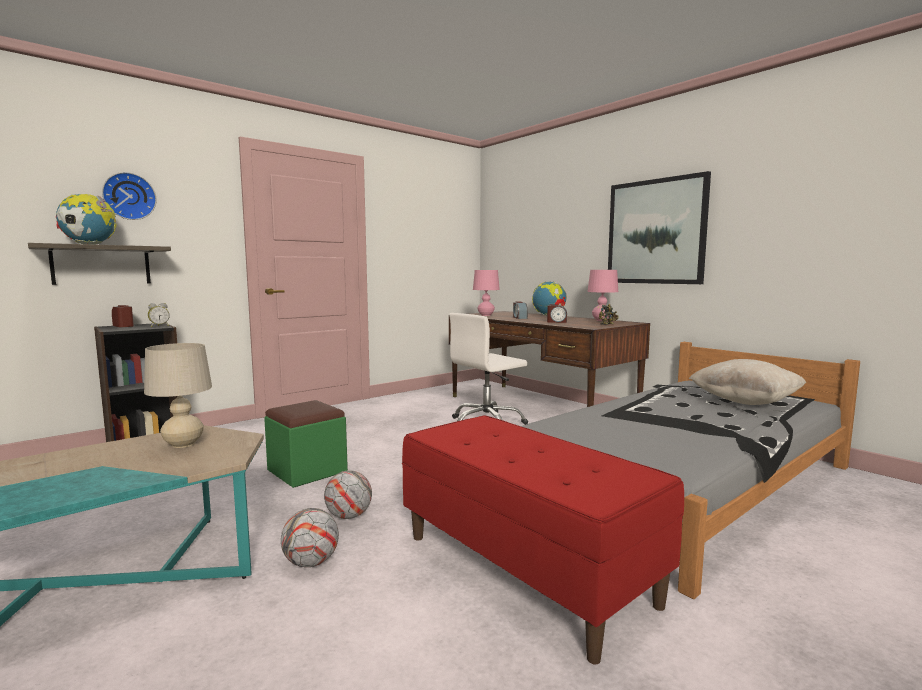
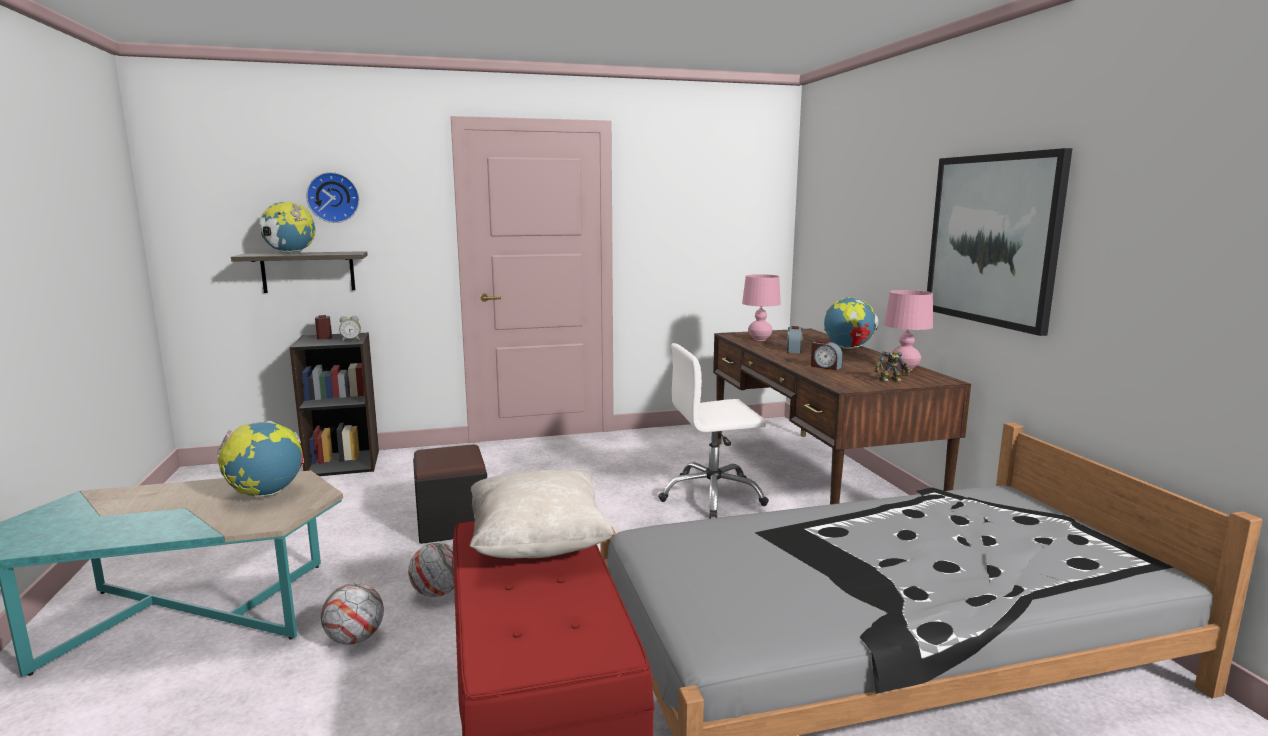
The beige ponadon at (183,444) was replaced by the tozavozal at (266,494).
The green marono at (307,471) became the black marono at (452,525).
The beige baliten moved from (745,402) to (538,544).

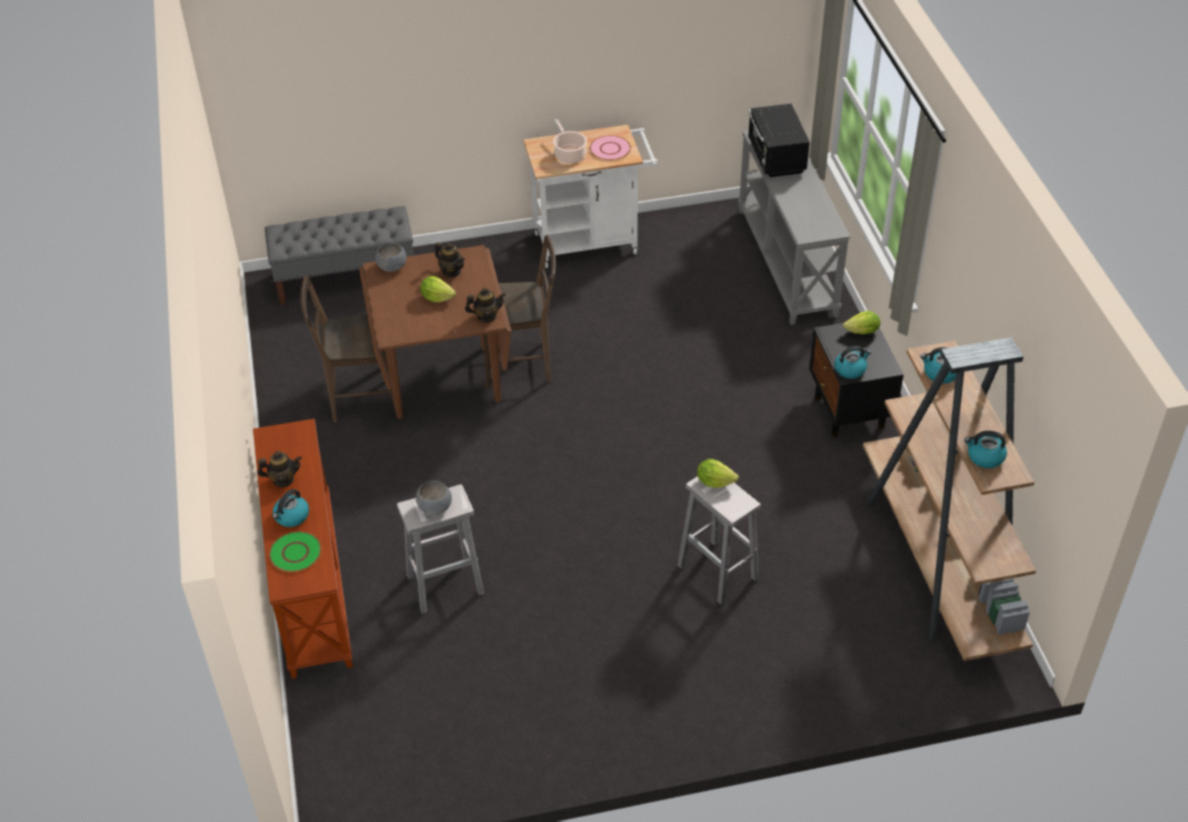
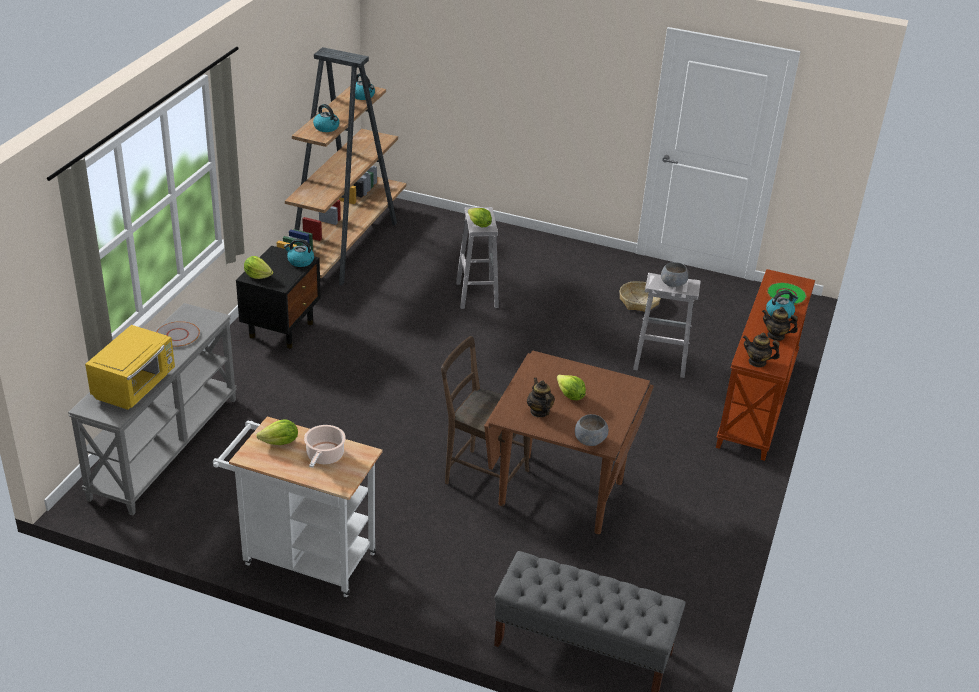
The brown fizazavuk at (360,398) disappeared.
The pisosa moved from (486,316) to (757,362).
The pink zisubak at (609,149) was replaced by the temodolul at (280,443).
The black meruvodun at (776,158) became the yellow meruvodun at (135,386).
The grey zisubak at (178,335) appeared.
The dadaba at (639,302) appeared.

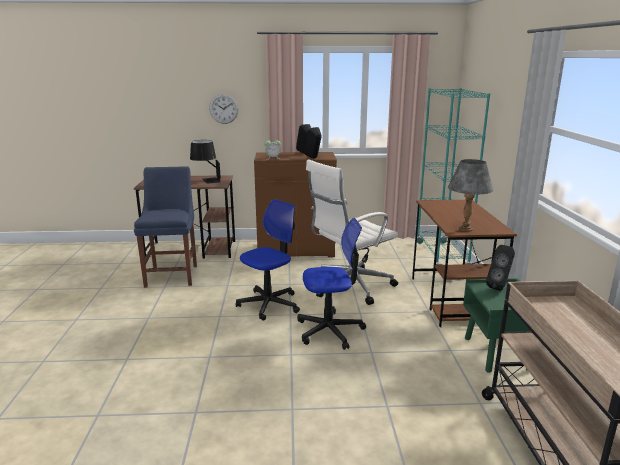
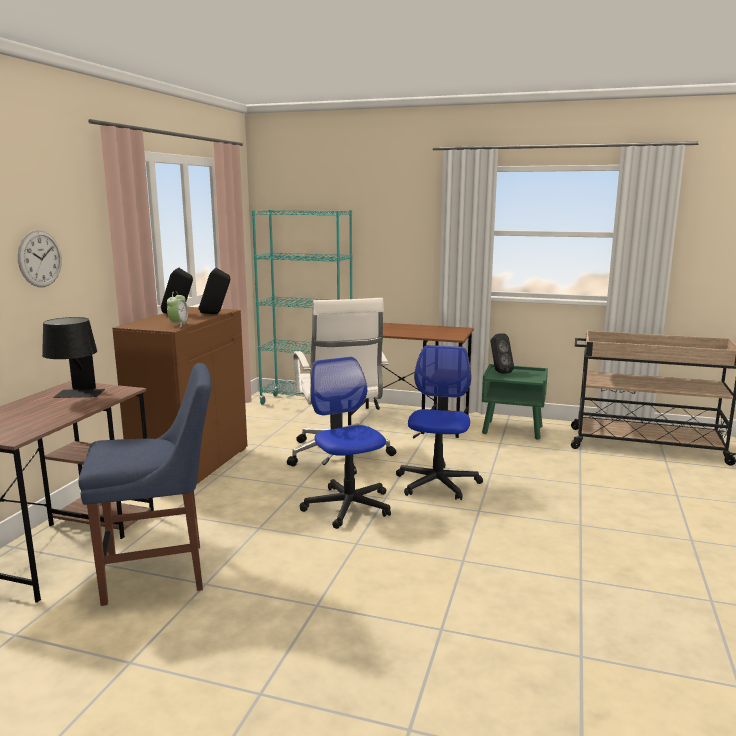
The blue fizazavuk at (172,274) turned 150 degrees clockwise.
The grey ponadon at (465,229) disappeared.

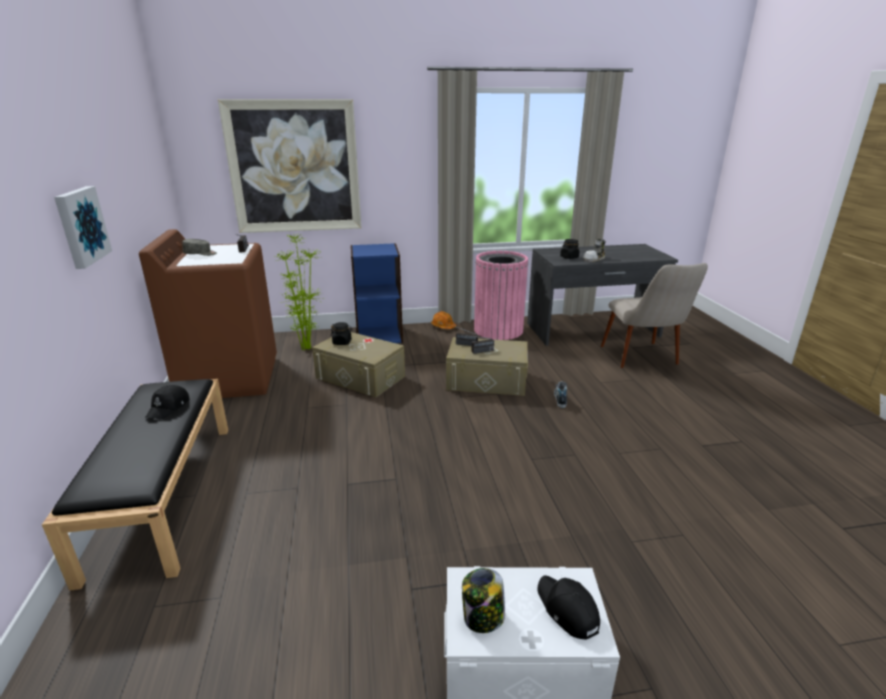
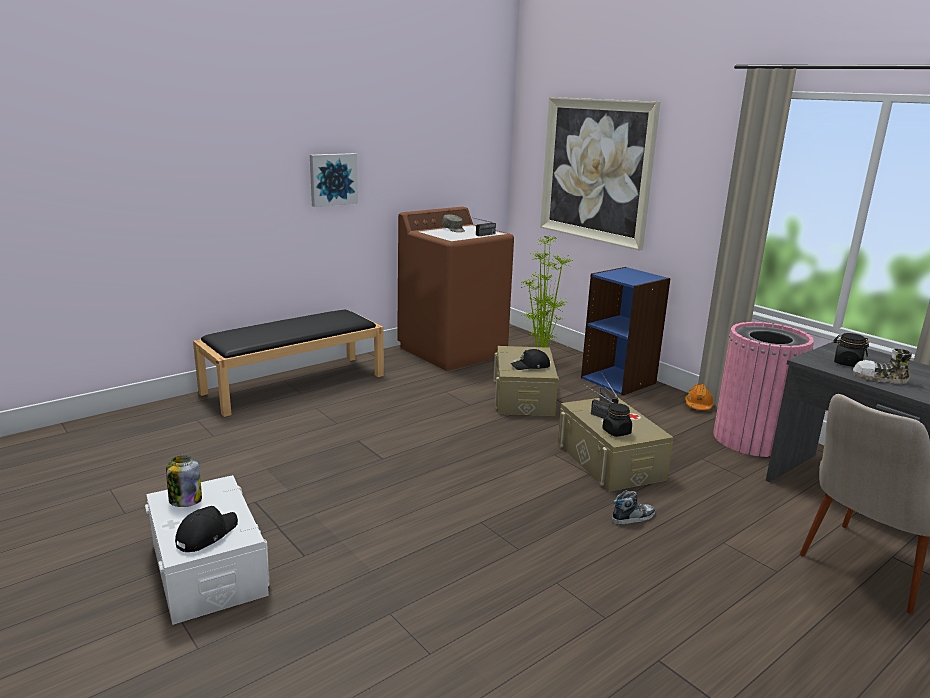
The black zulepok moved from (169,407) to (531,366).
The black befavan moved from (342,342) to (616,432).

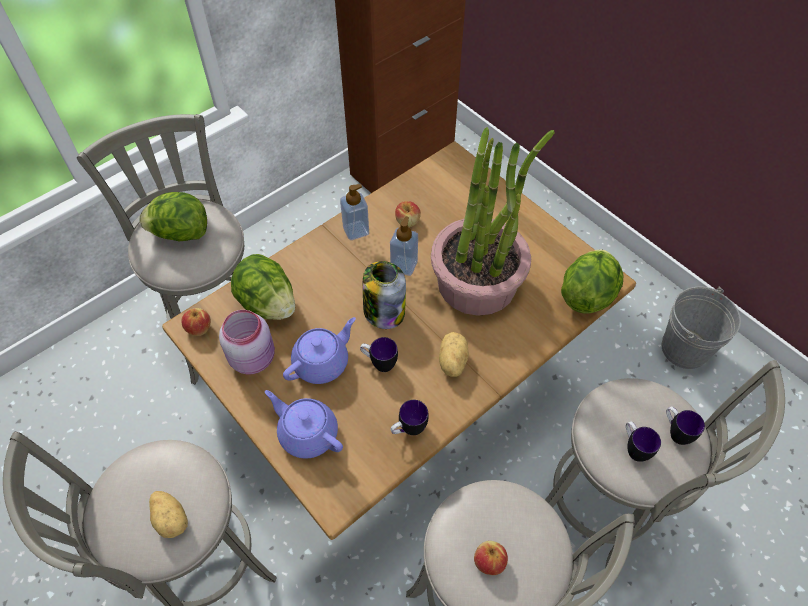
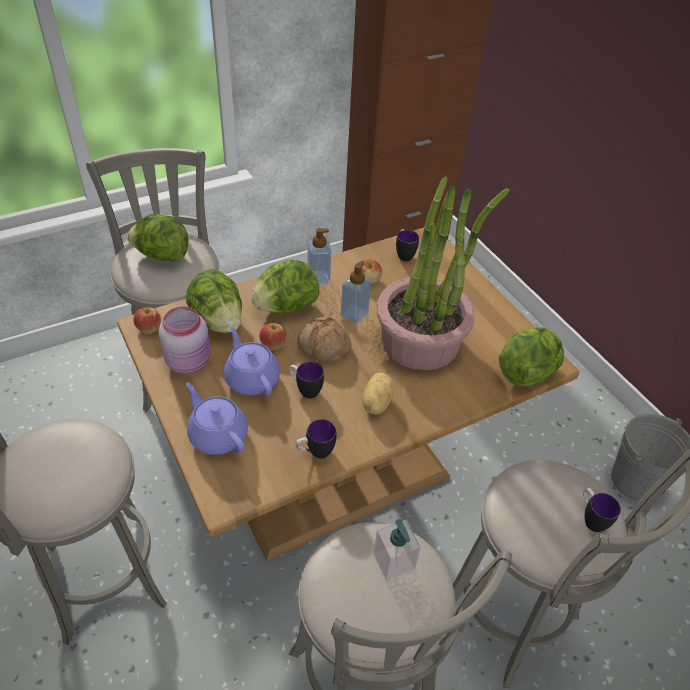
The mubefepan at (172,518) disappeared.
The purple pisosa at (322,362) turned 90 degrees counterclockwise.
The befavan at (383,311) was replaced by the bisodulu at (323,347).
The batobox moved from (489,561) to (273,344).
The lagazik moved from (633,448) to (404,254).
The temodolul at (285,307) appeared.
The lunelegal at (394,561) appeared.

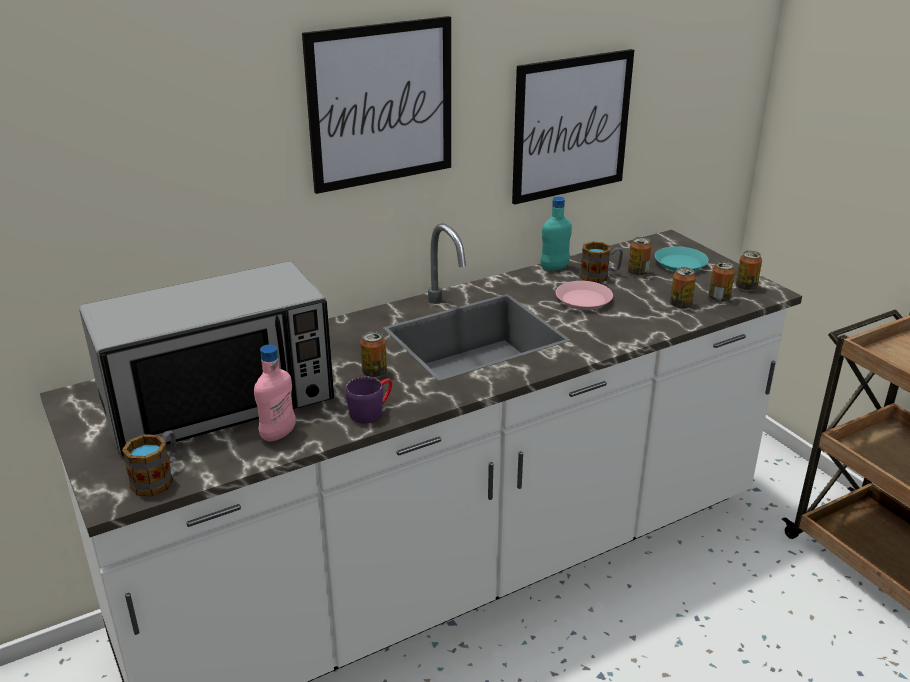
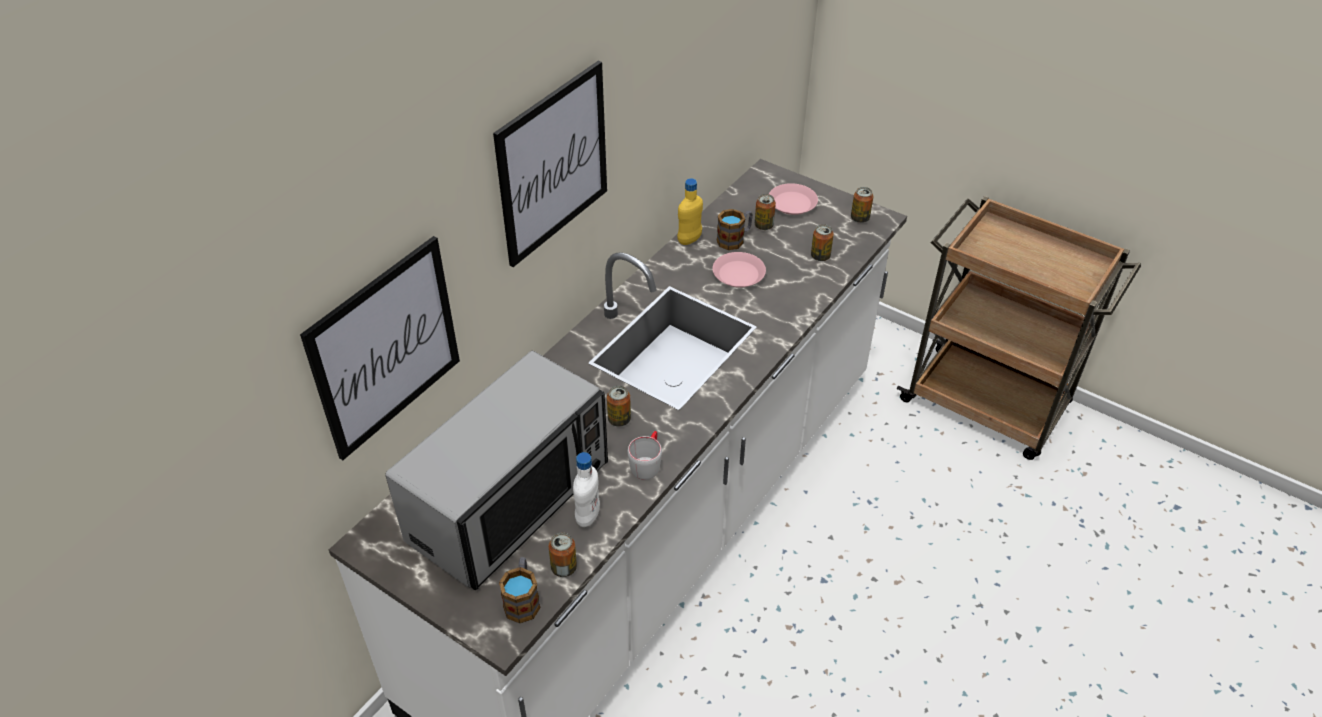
The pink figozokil at (278,434) became the white figozokil at (587,516).
The purple lagazik at (371,411) became the grey lagazik at (647,463).
The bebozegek moved from (571,126) to (385,348).
The turquoise figozokil at (554,268) became the yellow figozokil at (689,240).
The turquoise zisubak at (680,263) became the pink zisubak at (792,203).
The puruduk moved from (719,298) to (564,568).

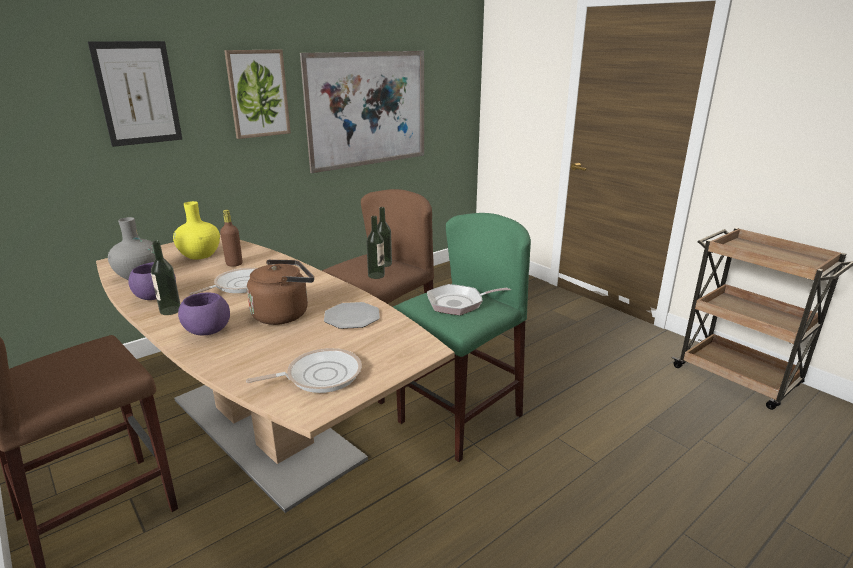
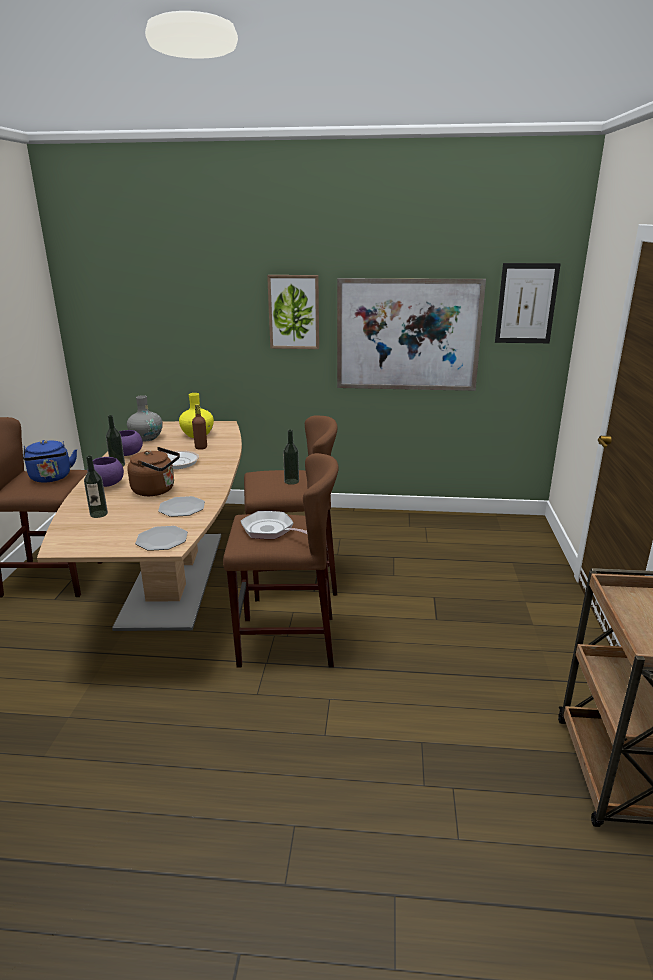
The bebozegek moved from (138,93) to (526,303).
The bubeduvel at (319,376) disappeared.
The figozokil moved from (376,275) to (98,514).
The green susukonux at (459,418) became the brown susukonux at (286,641).
The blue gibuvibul at (51,478) appeared.
The zisubak at (162,540) appeared.

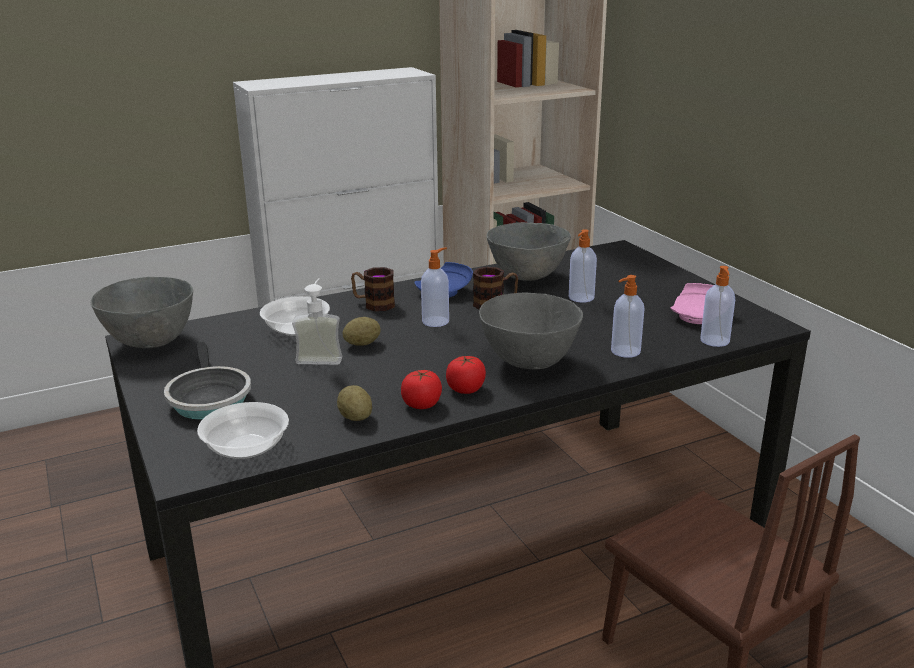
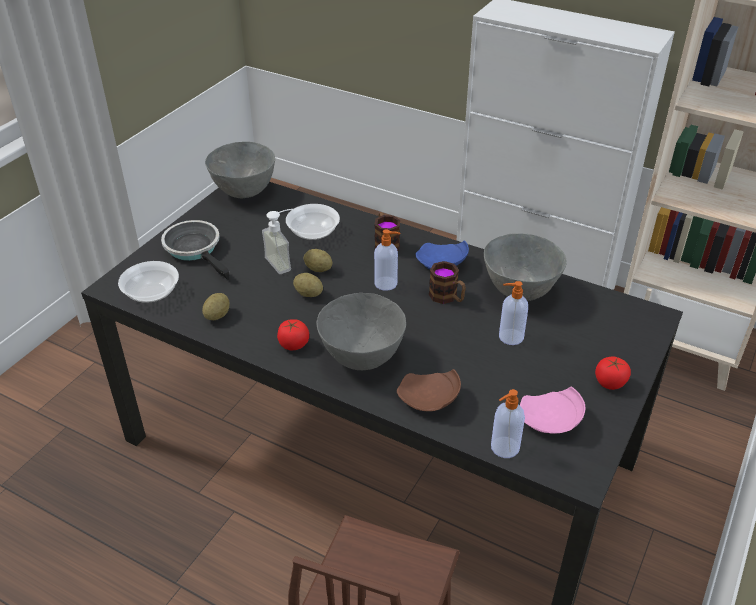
The bubeduvel at (208,398) turned 105 degrees clockwise.
The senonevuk moved from (422,404) to (610,383).
The lunelegal at (624,351) was replaced by the brown zisubak at (429,400).
The mubefepan at (308,294) appeared.

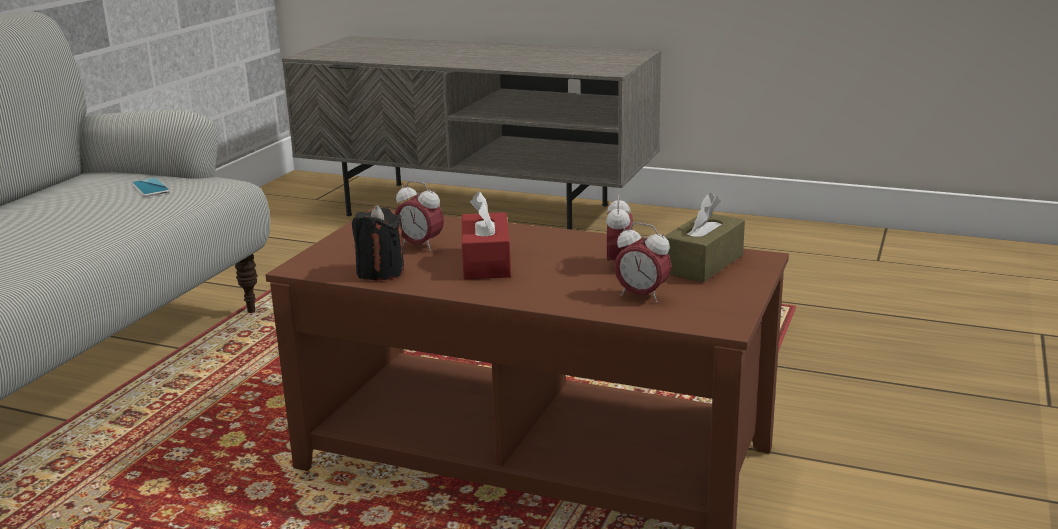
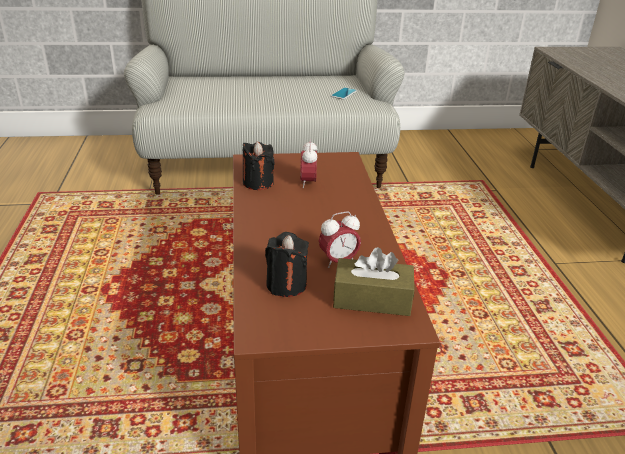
The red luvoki at (486,262) disappeared.
The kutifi at (642,296) was replaced by the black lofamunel at (286,285).

